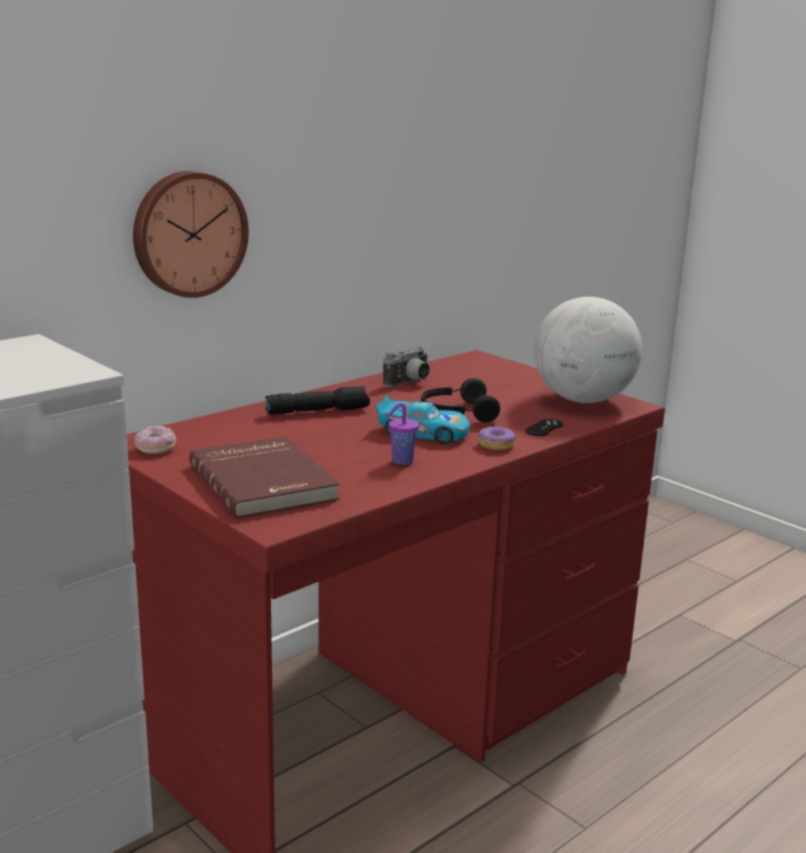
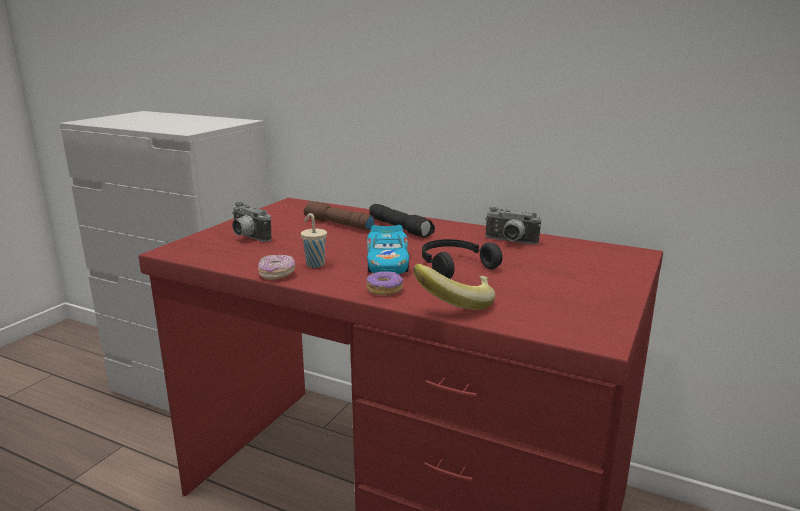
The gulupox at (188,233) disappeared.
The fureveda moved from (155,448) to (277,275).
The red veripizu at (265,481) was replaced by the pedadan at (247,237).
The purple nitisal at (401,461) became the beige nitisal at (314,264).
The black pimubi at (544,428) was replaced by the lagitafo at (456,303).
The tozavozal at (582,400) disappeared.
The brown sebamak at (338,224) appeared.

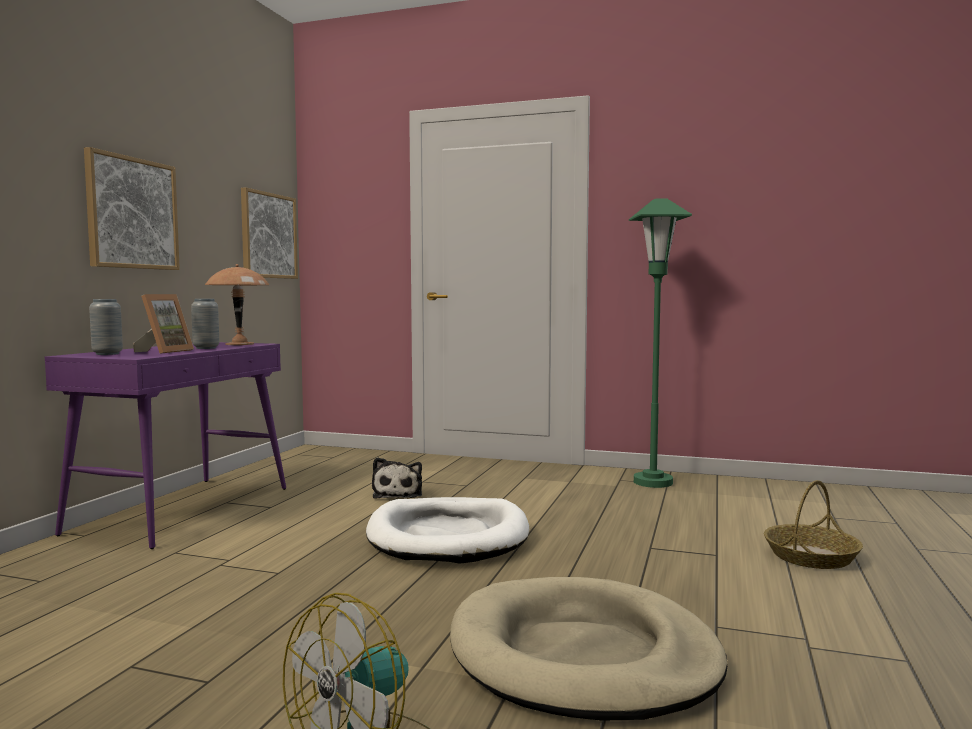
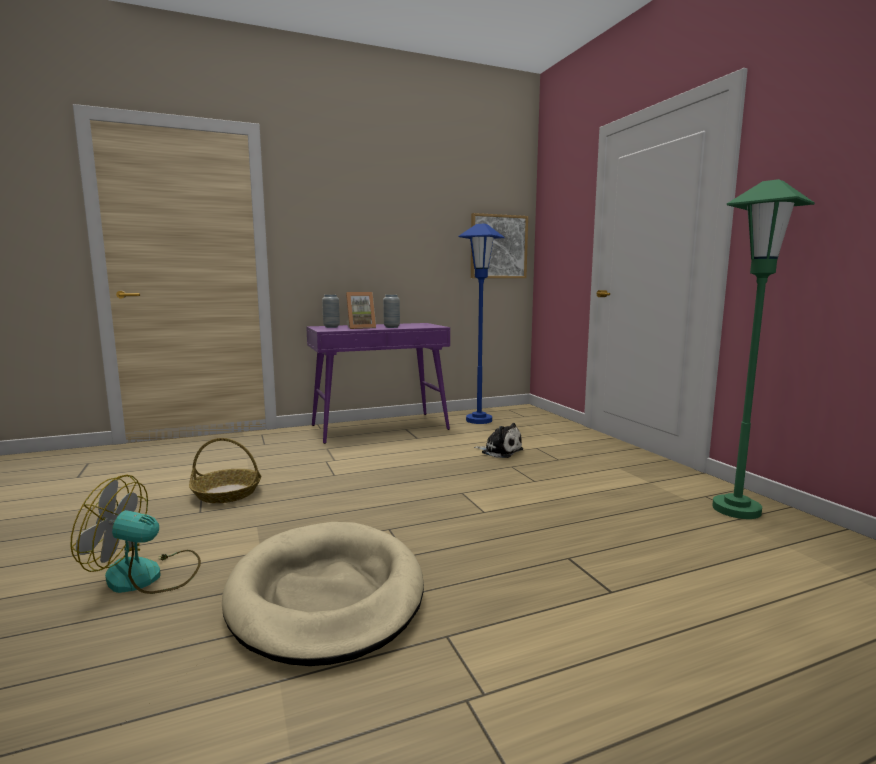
The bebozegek at (132,213) disappeared.
The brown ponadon at (239,344) disappeared.
The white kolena at (448,536) disappeared.
The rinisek at (398,493) turned 105 degrees counterclockwise.
The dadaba moved from (811,557) to (226,493).
The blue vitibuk at (478,420) appeared.

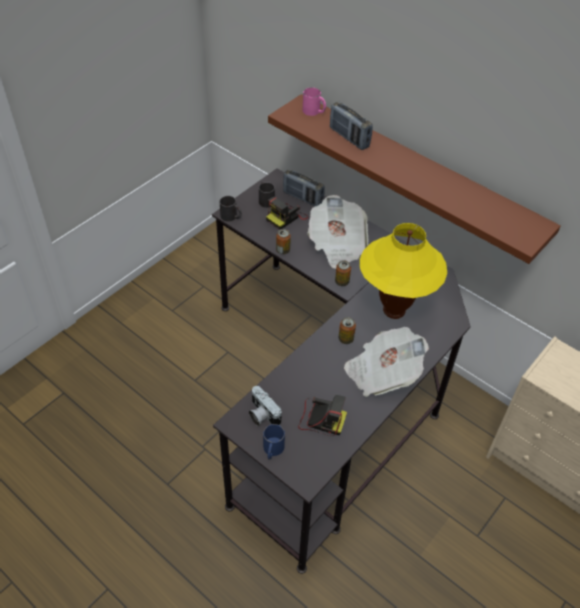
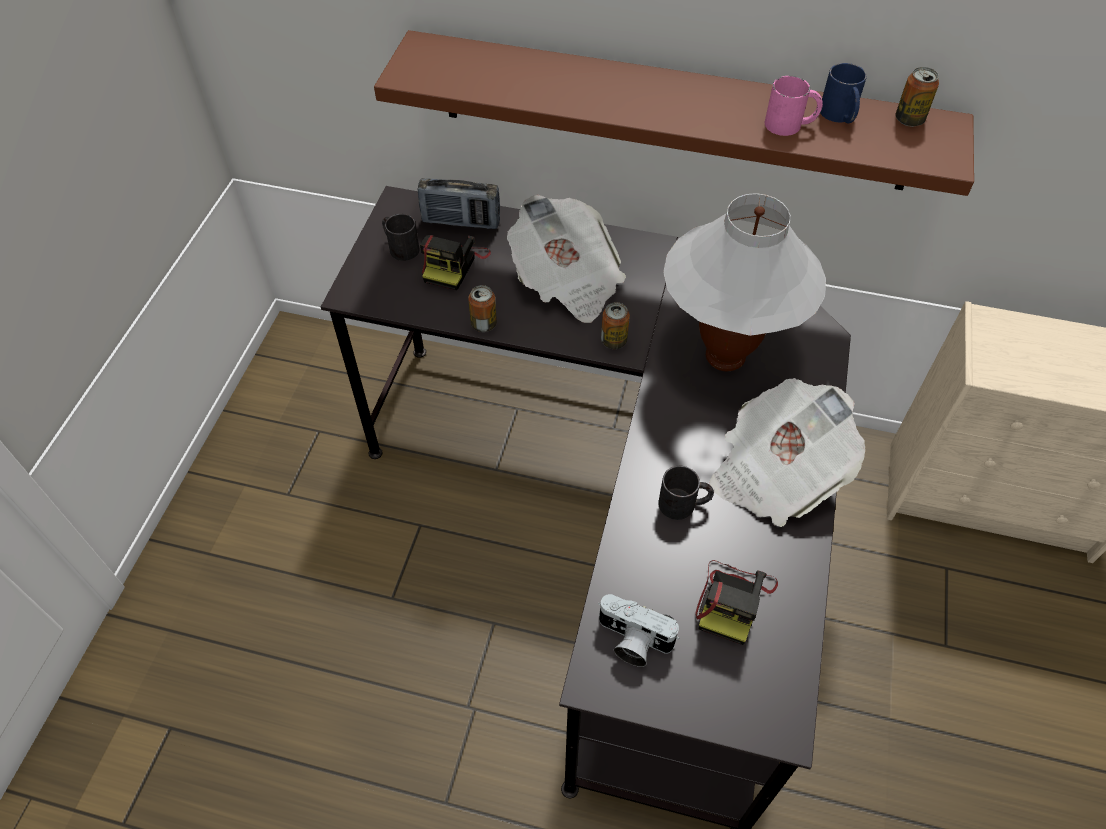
The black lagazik moved from (231,217) to (684,504).
The blue lagazik moved from (272,450) to (840,116).
The pedadan at (321,419) turned 120 degrees clockwise.
The pink lagazik moved from (314,111) to (790,124).
The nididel at (349,138) disappeared.
The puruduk moved from (346,339) to (909,119).
The yellow ponadon at (393,311) became the white ponadon at (724,357).

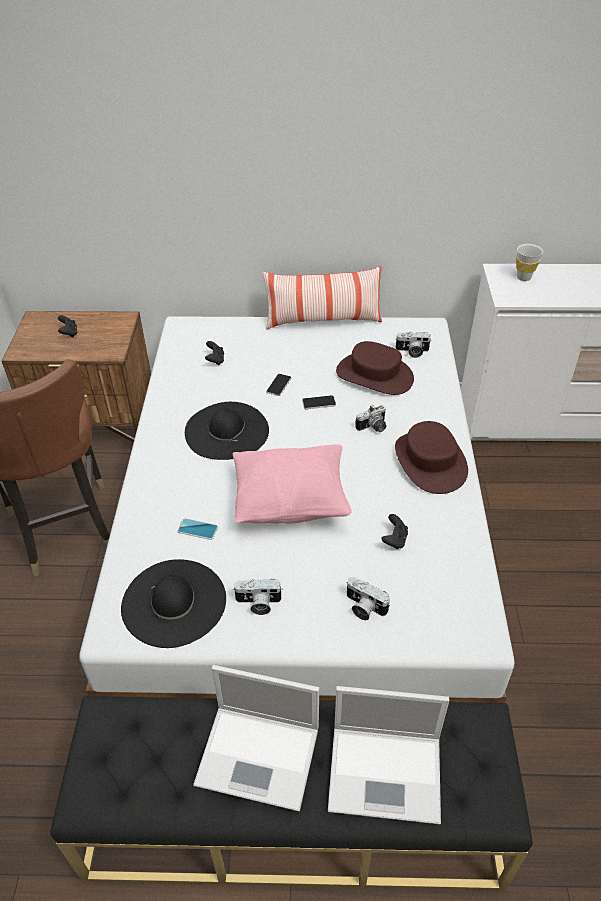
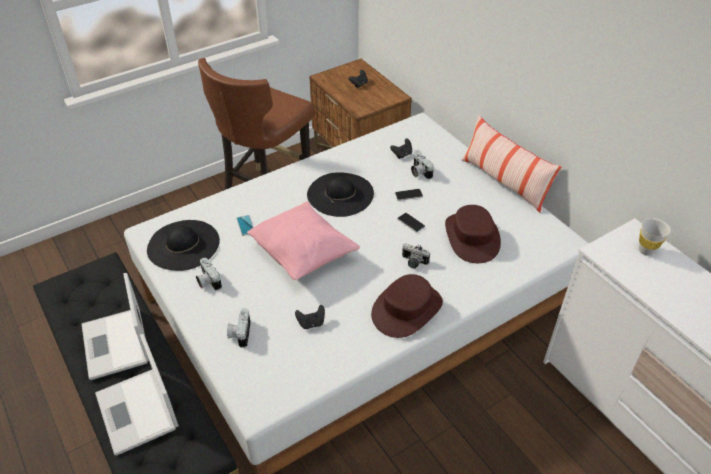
The pedadan moved from (412,351) to (419,172).

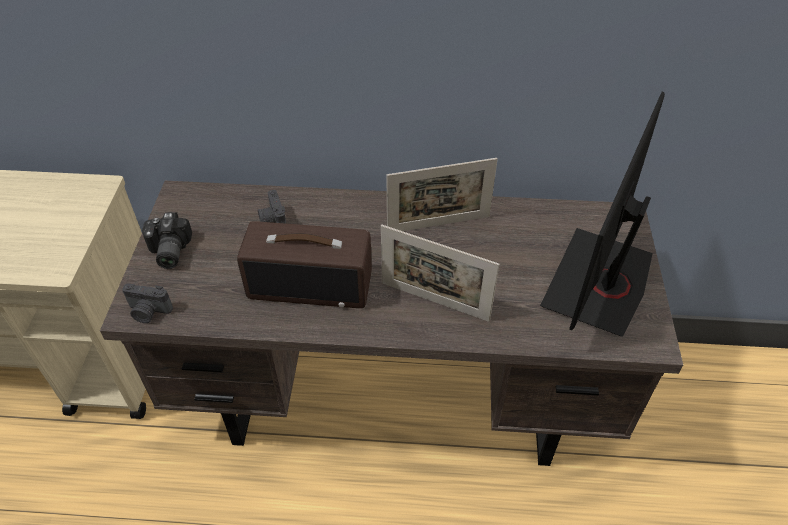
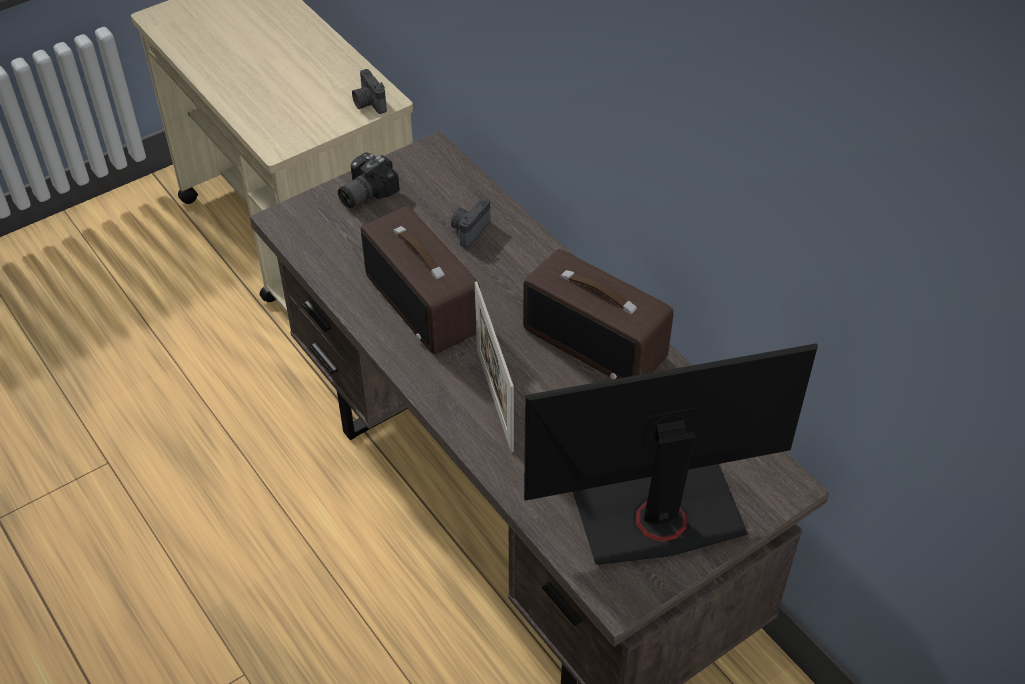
The pedadan moved from (148,312) to (368,103).
The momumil at (438,224) was replaced by the nididel at (596,343).

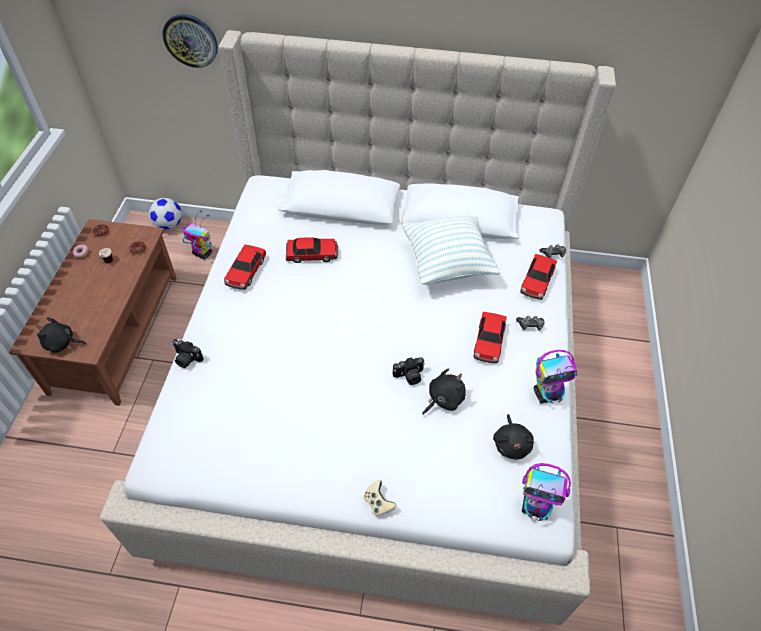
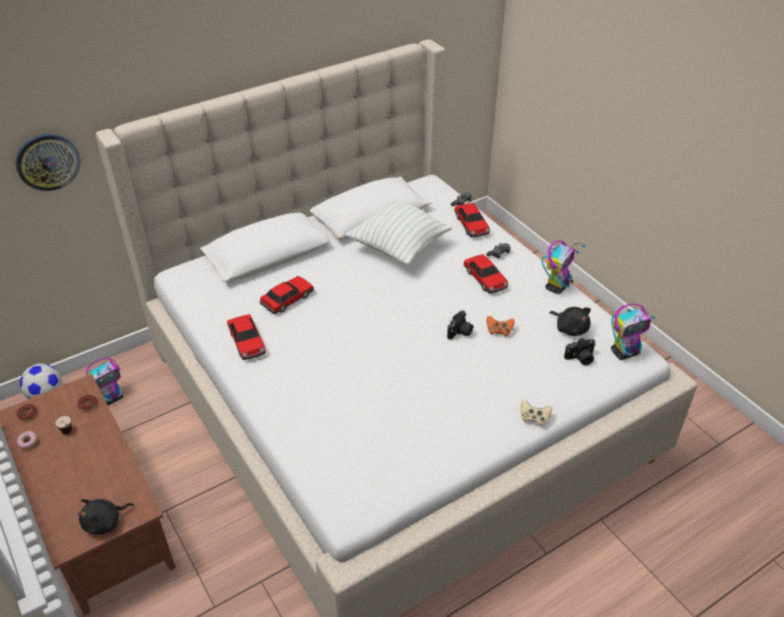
The pedadan moved from (186,359) to (580,358).
The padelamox at (202,253) turned 150 degrees clockwise.
The black rinisek at (443,399) was replaced by the orange pimubi at (499,331).

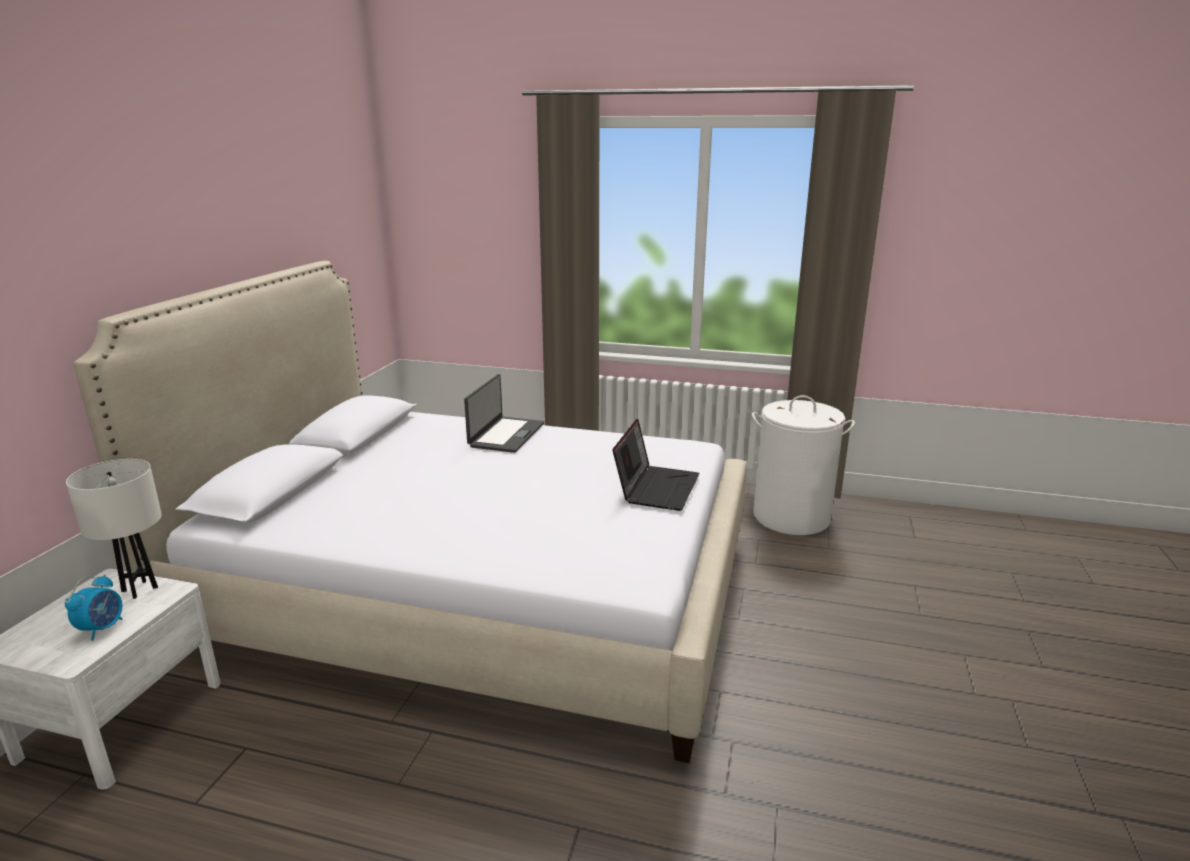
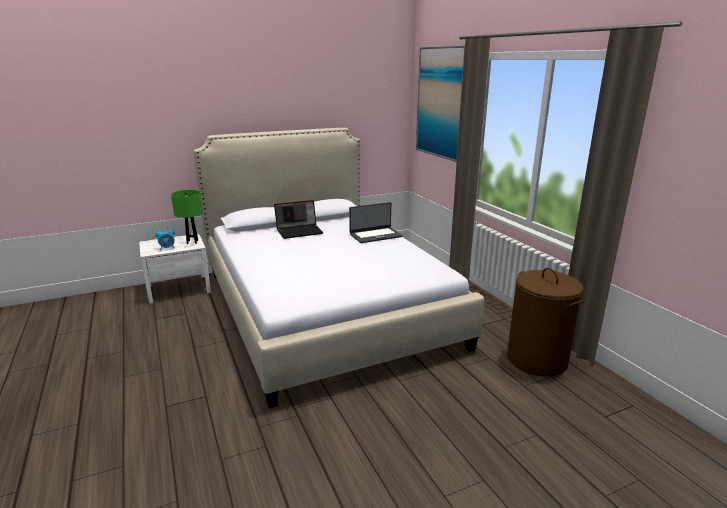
The white ponadon at (140,589) became the green ponadon at (192,242).
The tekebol moved from (656,487) to (299,231).
The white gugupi at (791,517) became the brown gugupi at (537,359).
The bebozegek at (440,103) appeared.

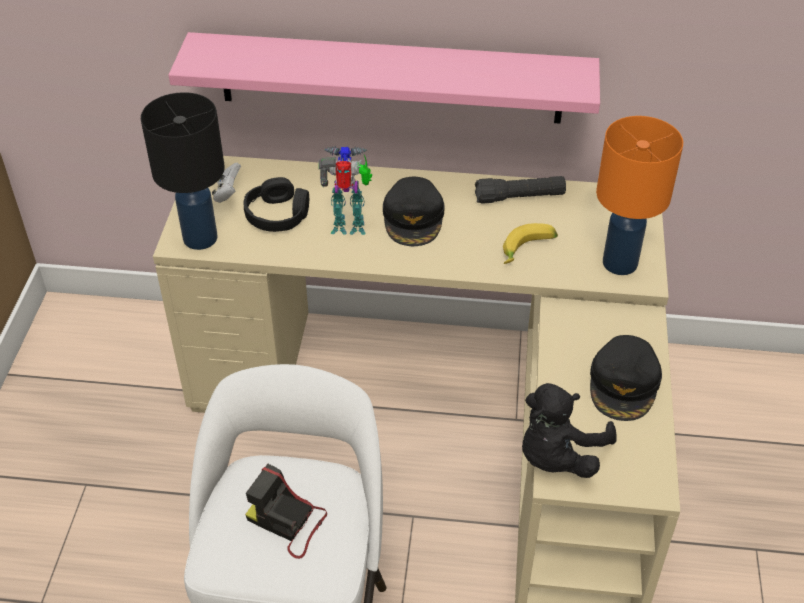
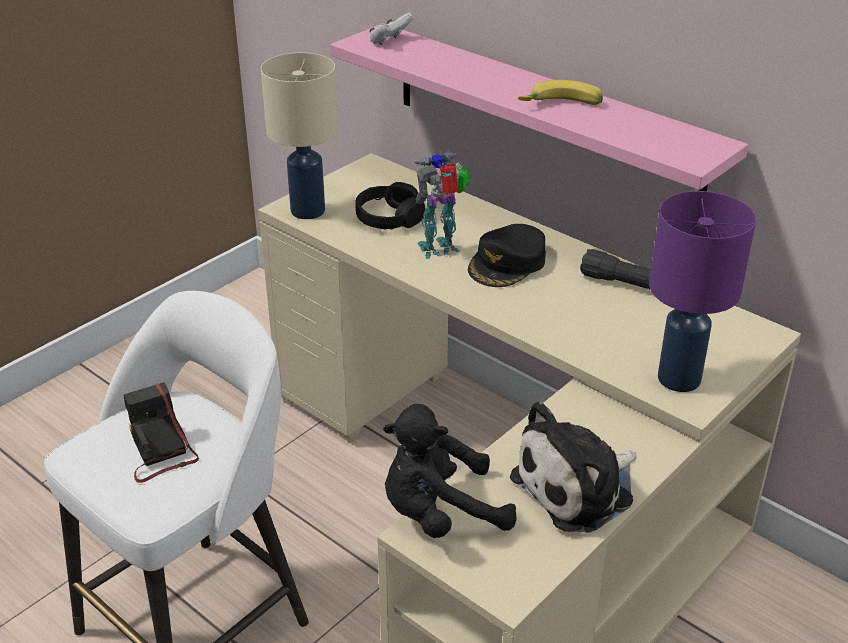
The black ponadon at (200,237) became the beige ponadon at (309,210).
The white pimubi moved from (227,193) to (390,41).
The padelamox at (350,228) turned 60 degrees counterclockwise.
The lagitafo moved from (528,250) to (562,106).
The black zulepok at (624,384) was replaced by the rinisek at (578,488).
The orange ponadon at (619,264) became the purple ponadon at (678,379).

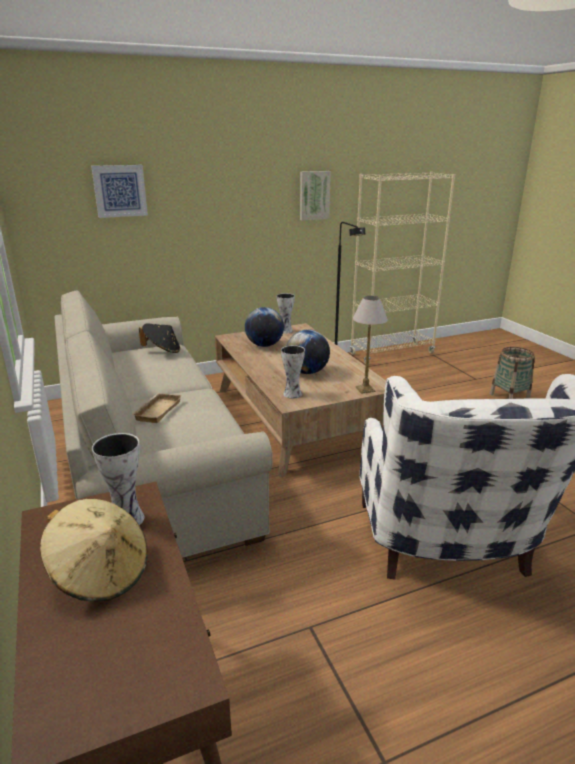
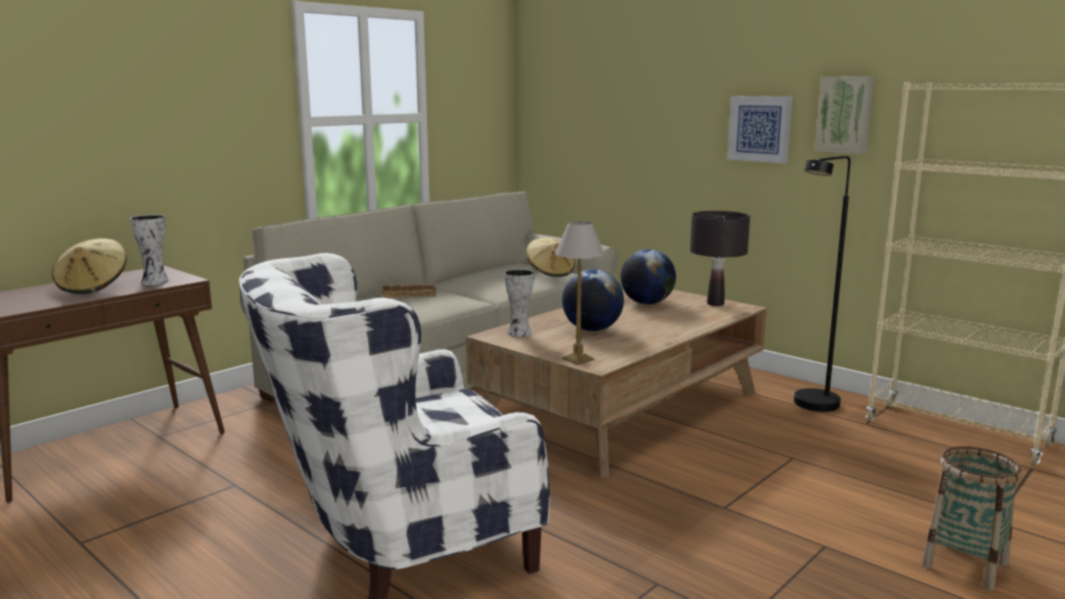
The bebozegek moved from (120,191) to (759,129).
The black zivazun at (162,351) became the beige zivazun at (550,272).
The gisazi at (286,331) was replaced by the black ponadon at (715,304).

